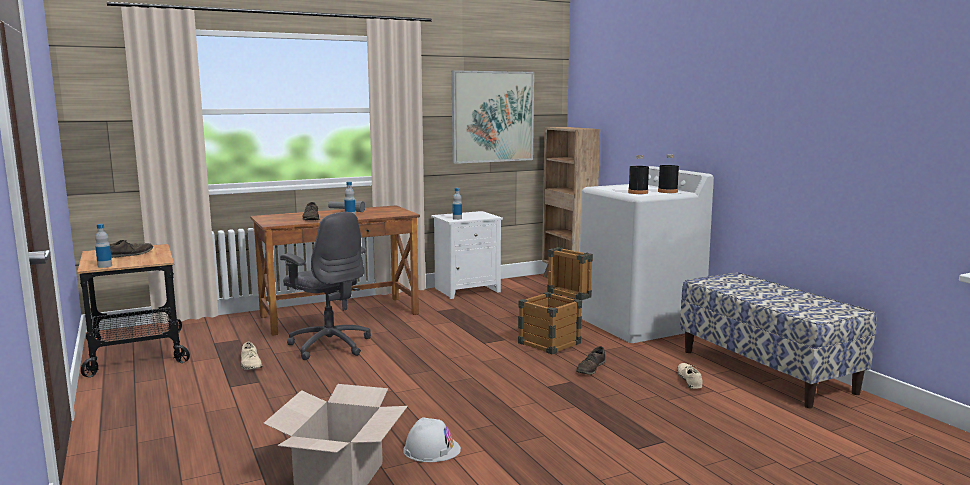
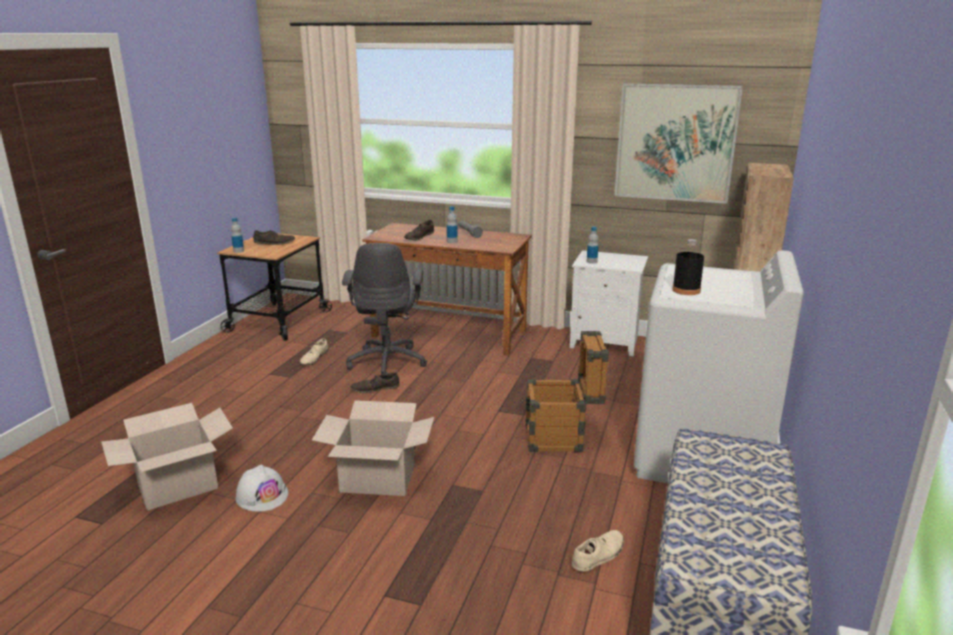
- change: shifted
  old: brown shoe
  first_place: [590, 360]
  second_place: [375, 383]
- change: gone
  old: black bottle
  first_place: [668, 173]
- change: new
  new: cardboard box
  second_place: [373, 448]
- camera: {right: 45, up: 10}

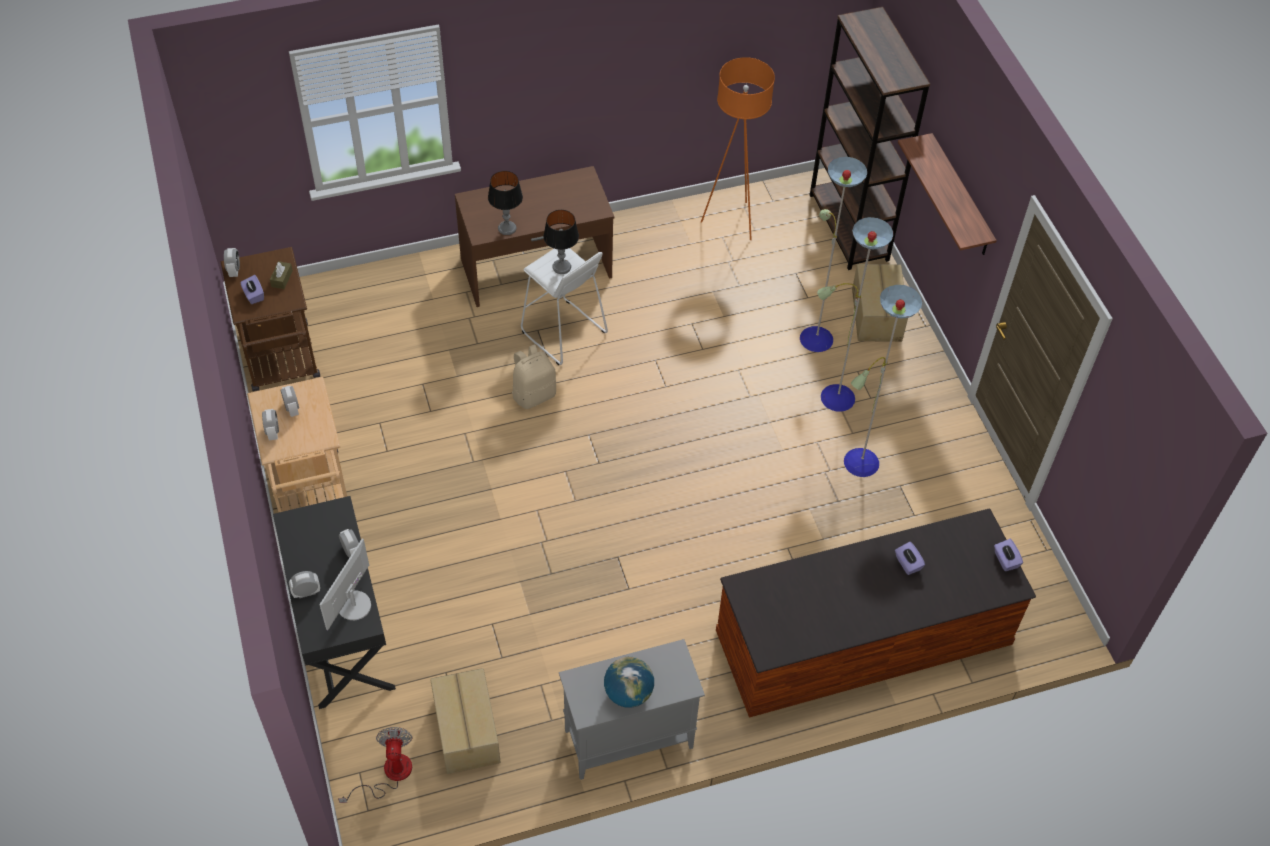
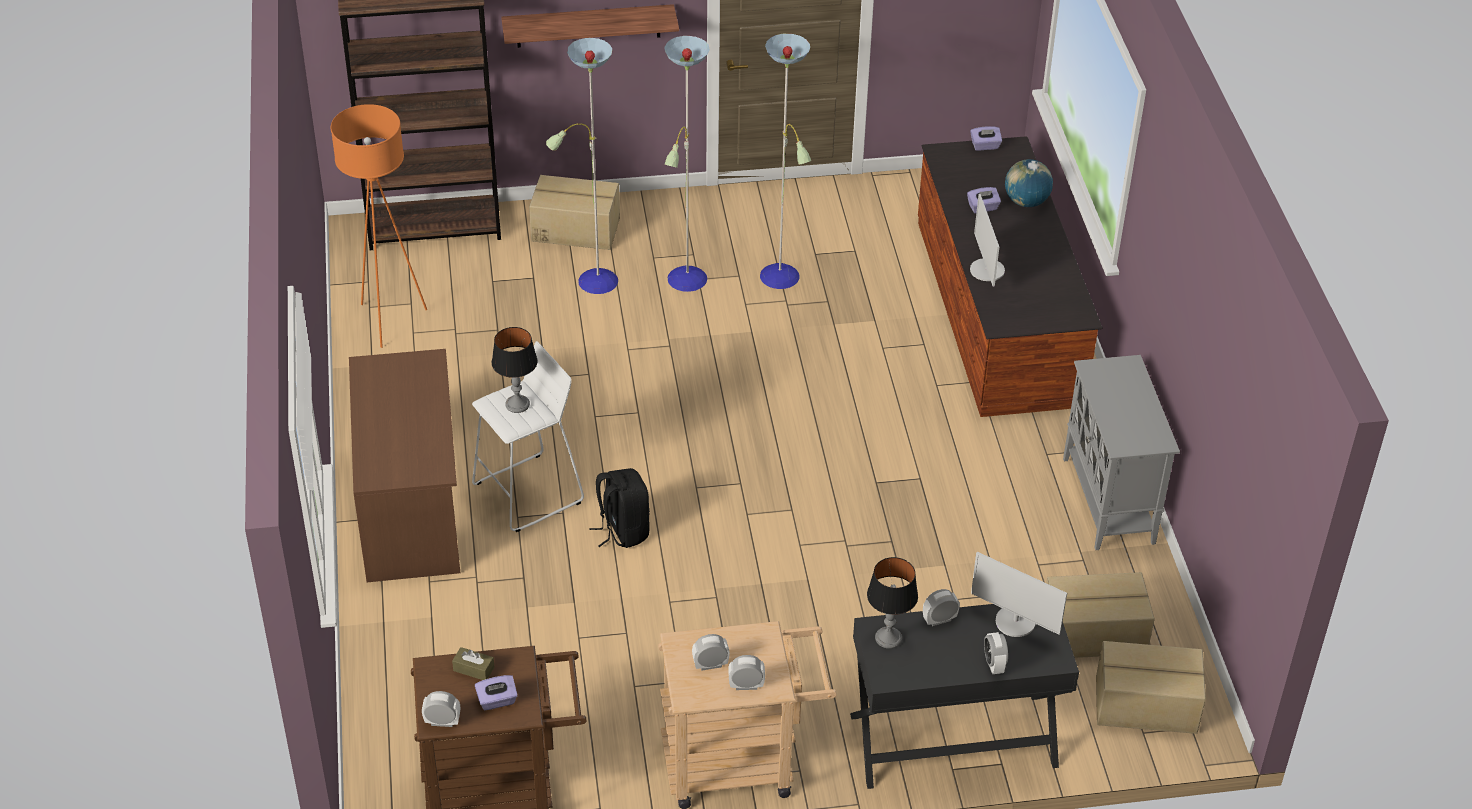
- change: swapped
  old: fan
  new: cardboard box
  first_place: [375, 765]
  second_place: [1151, 687]
- change: shifted
  old: table lamp
  first_place: [505, 203]
  second_place: [892, 603]
- change: repainted
  old: beige backpack
  new: black backpack
  first_place: [534, 376]
  second_place: [619, 508]
- change: shifted
  old: globe
  first_place: [629, 682]
  second_place: [1029, 183]
- change: new
  new: monitor
  second_place: [987, 240]
- camera: {right: -80, up: -10}

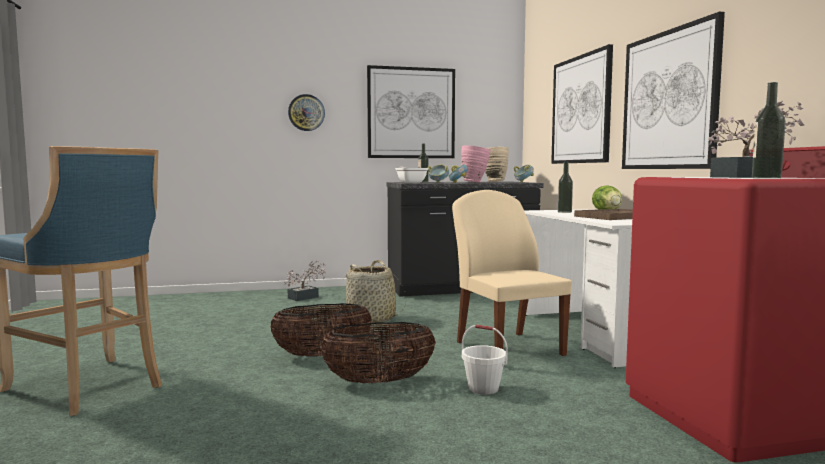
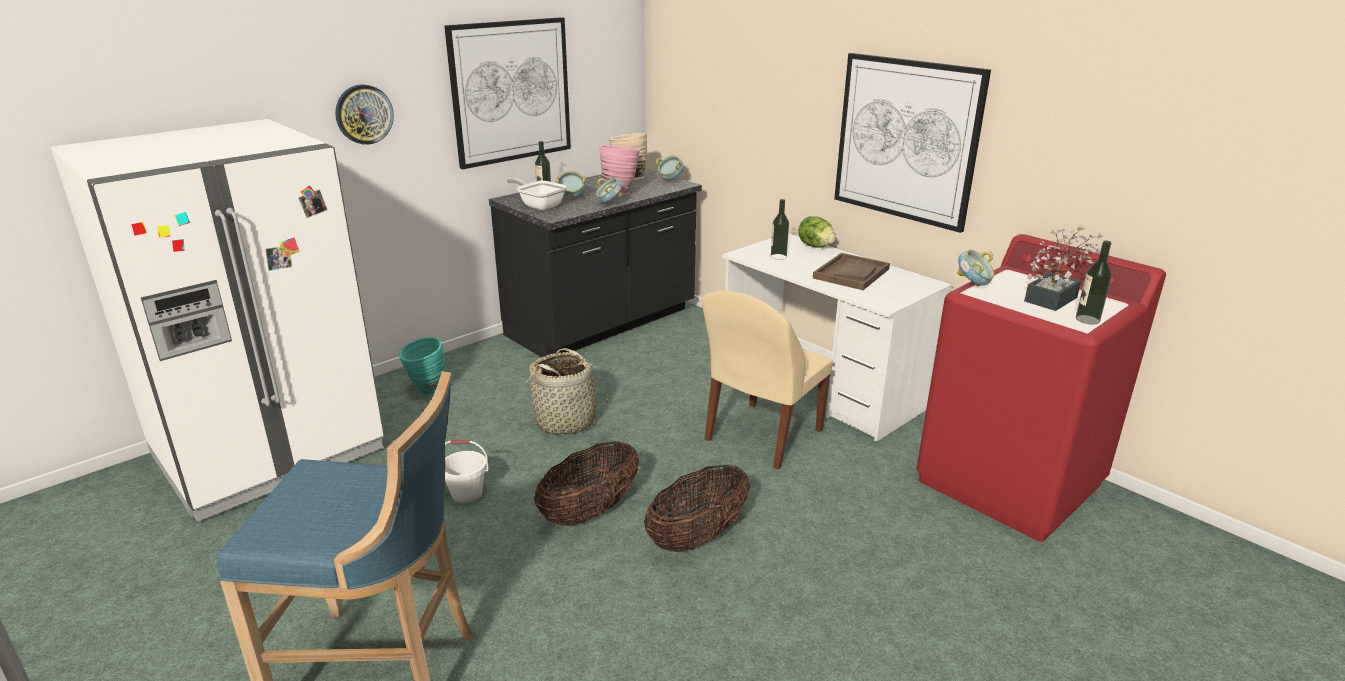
- change: swapped
  old: potted plant
  new: turquoise vase
  first_place: [305, 280]
  second_place: [422, 367]
- change: rotated
  old: beige chair
  first_place: [512, 273]
  second_place: [767, 380]
  degrees: -90
- change: shifted
  old: white bucket
  first_place: [485, 360]
  second_place: [467, 472]
- change: gone
  old: picture
  first_place: [582, 104]
- change: new
  new: white fridge
  second_place: [218, 320]
- change: new
  new: bowl
  second_place: [975, 268]
- camera: {right: -30, up: 20}

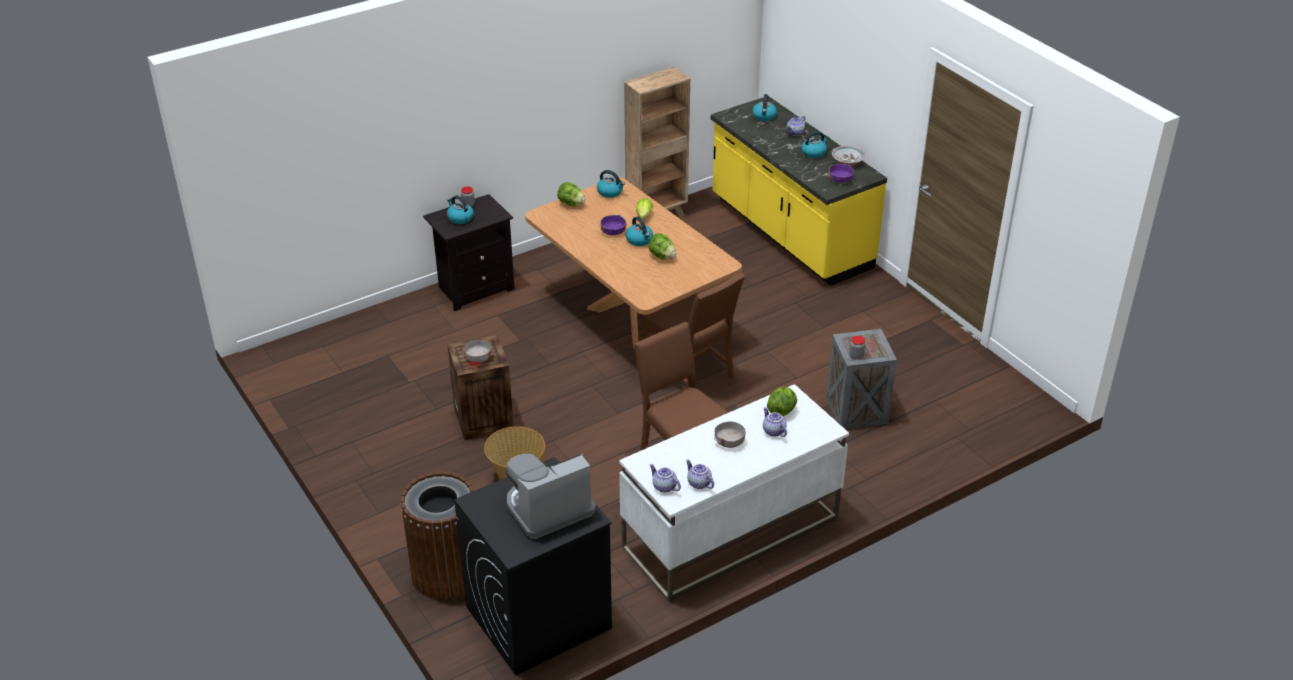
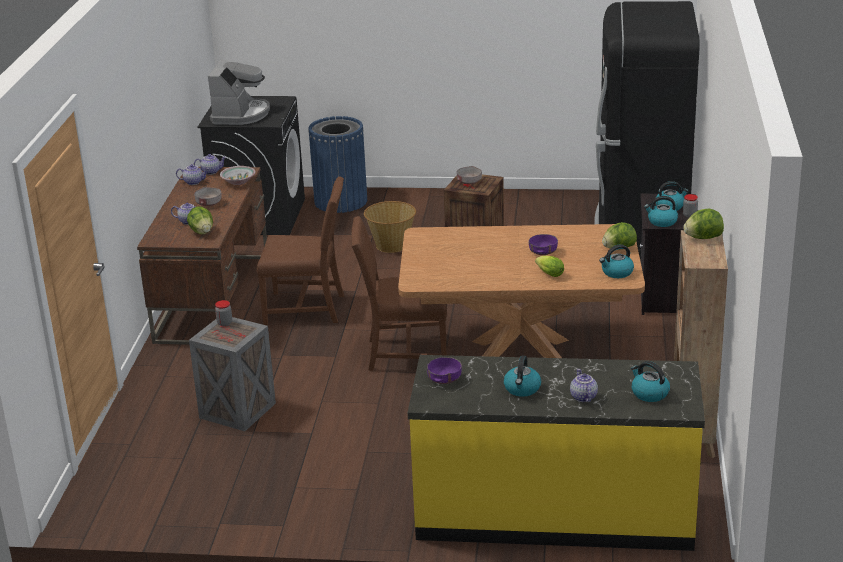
- change: repainted
  old: brown trash can
  new: blue trash can
  first_place: [437, 536]
  second_place: [337, 164]
- change: repainted
  old: white desk
  new: brown desk
  first_place: [734, 493]
  second_place: [202, 256]
- change: shifted
  old: kettle
  first_place: [639, 231]
  second_place: [661, 211]
- change: shifted
  old: lettuce
  first_place: [662, 246]
  second_place: [703, 224]
- change: shifted
  old: bowl
  first_place: [848, 156]
  second_place: [238, 175]
- change: new
  new: black fridge
  second_place: [647, 130]
- camera: {right: 130, up: -10}

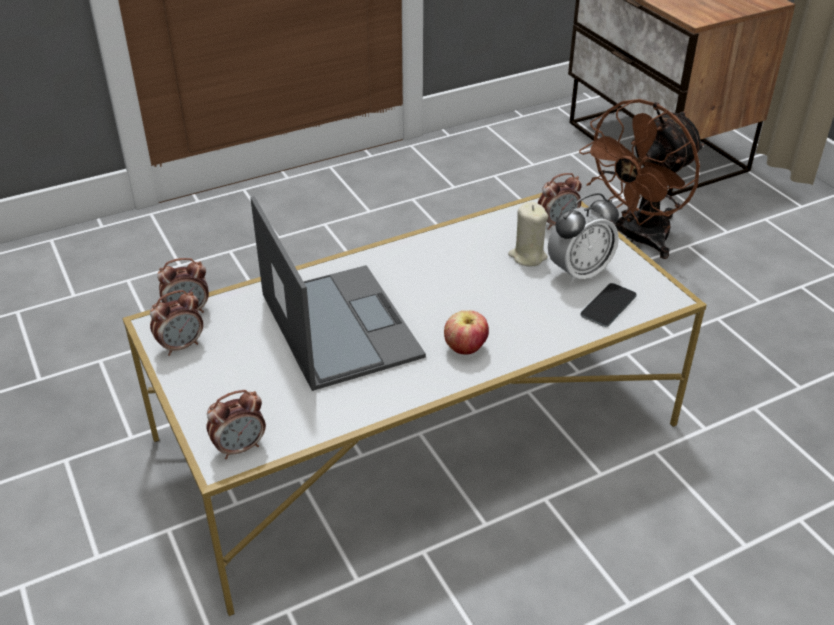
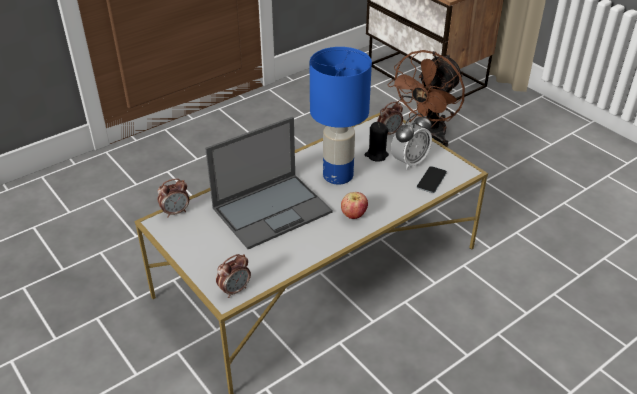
- change: gone
  old: alarm clock
  first_place: [176, 323]
- change: rotated
  old: laptop
  first_place: [338, 293]
  second_place: [268, 183]
  degrees: 90
- change: repainted
  old: beige candle
  new: black candle
  first_place: [528, 234]
  second_place: [376, 142]
- change: new
  new: blue table lamp
  second_place: [341, 116]
- camera: {right: -10, up: 0}

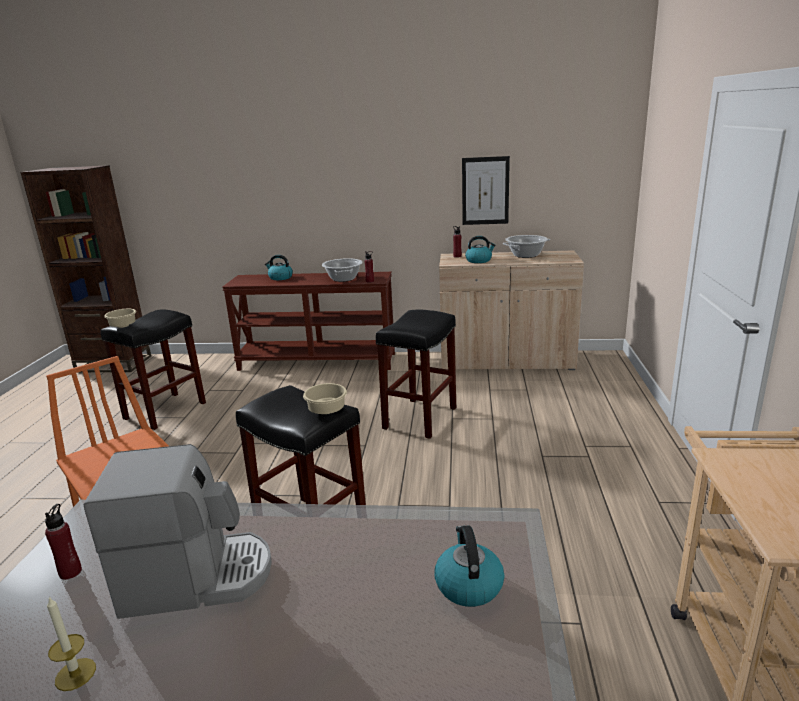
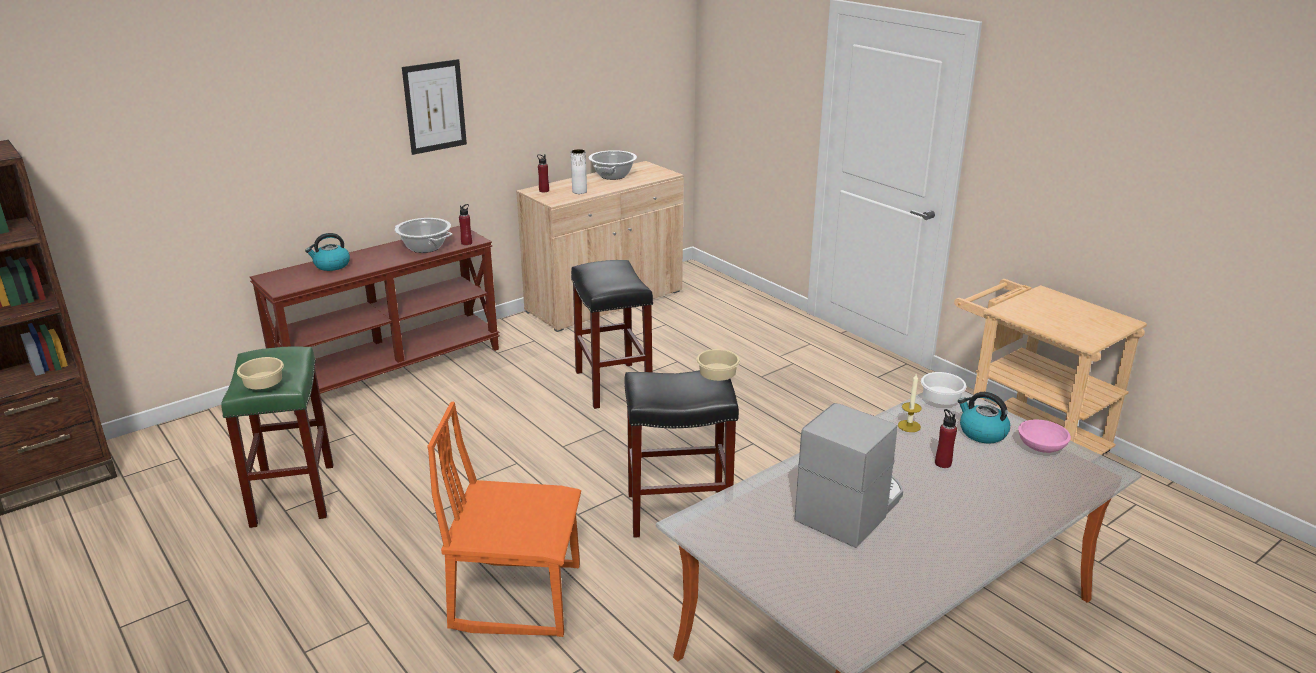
- change: shifted
  old: red bottle
  first_place: [63, 542]
  second_place: [946, 438]
- change: shifted
  old: candle
  first_place: [71, 644]
  second_place: [910, 402]
- change: repainted
  old: black stool
  new: green stool
  first_place: [153, 369]
  second_place: [277, 437]
- change: shifted
  old: picture
  first_place: [486, 190]
  second_place: [434, 107]
- change: swapped
  old: kettle
  new: white vase
  first_place: [480, 249]
  second_place: [579, 171]
- change: new
  new: white bowl
  second_place: [943, 388]
- change: new
  new: pink bowl
  second_place: [1044, 436]
- camera: {right: -45, up: 5}

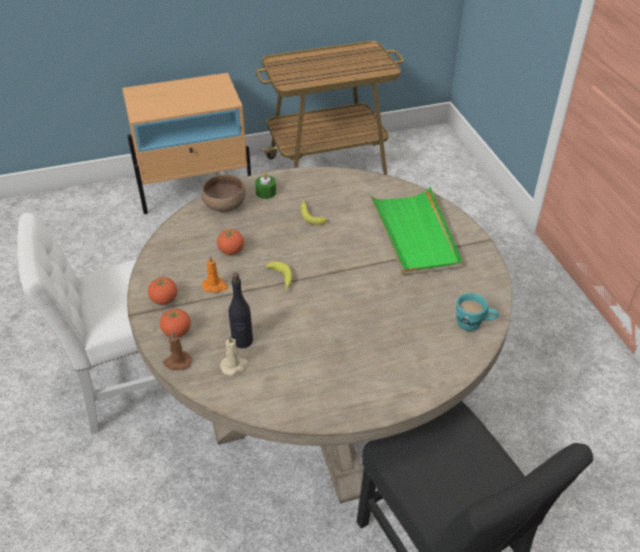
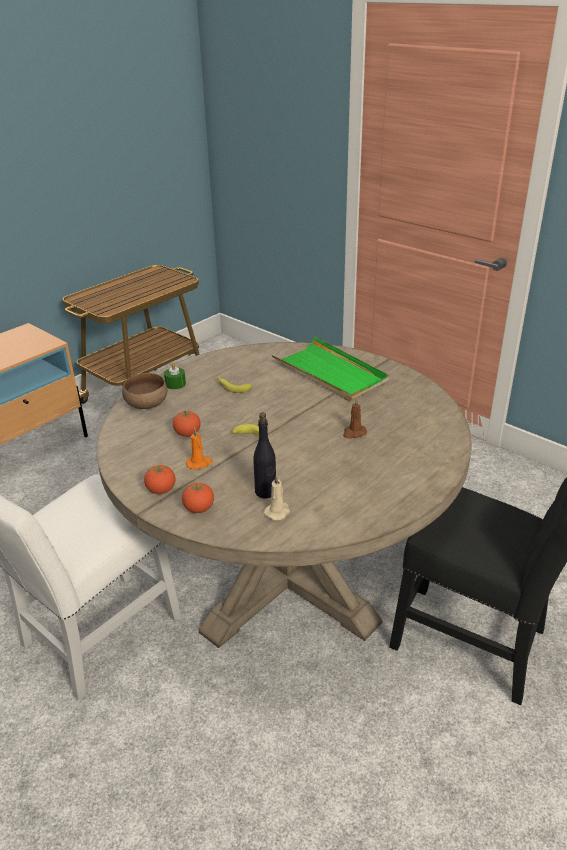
- change: shifted
  old: brown candle
  first_place: [177, 350]
  second_place: [355, 418]
- change: gone
  old: turquoise mug
  first_place: [477, 312]
- camera: {right: -30, up: -10}

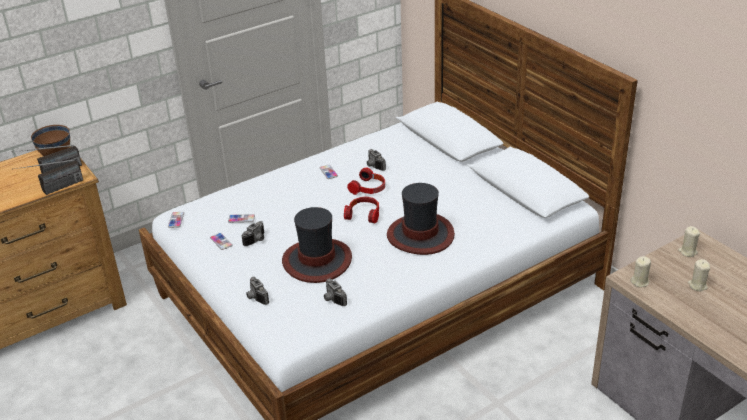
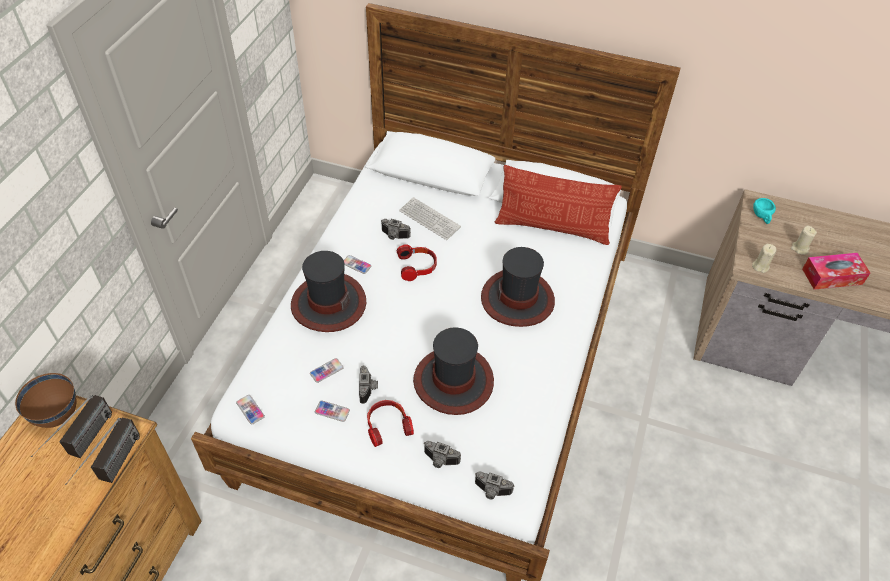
- change: shifted
  old: photo camera
  first_place: [335, 292]
  second_place: [494, 485]
- change: shifted
  old: headphones
  first_place: [361, 210]
  second_place: [390, 423]
- change: swapped
  old: beige candle
  new: turquoise cup
  first_place: [689, 241]
  second_place: [764, 211]
- change: new
  new: hat
  second_place: [328, 291]
- change: new
  new: keyboard
  second_place: [430, 218]
- change: new
  new: pillow
  second_place: [558, 205]
- change: new
  new: tissue box
  second_place: [836, 271]
- camera: {right: -40, up: 15}

